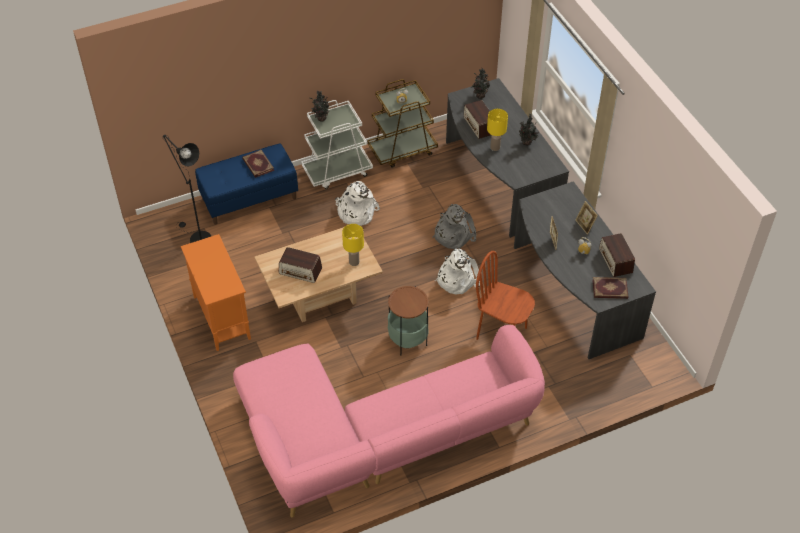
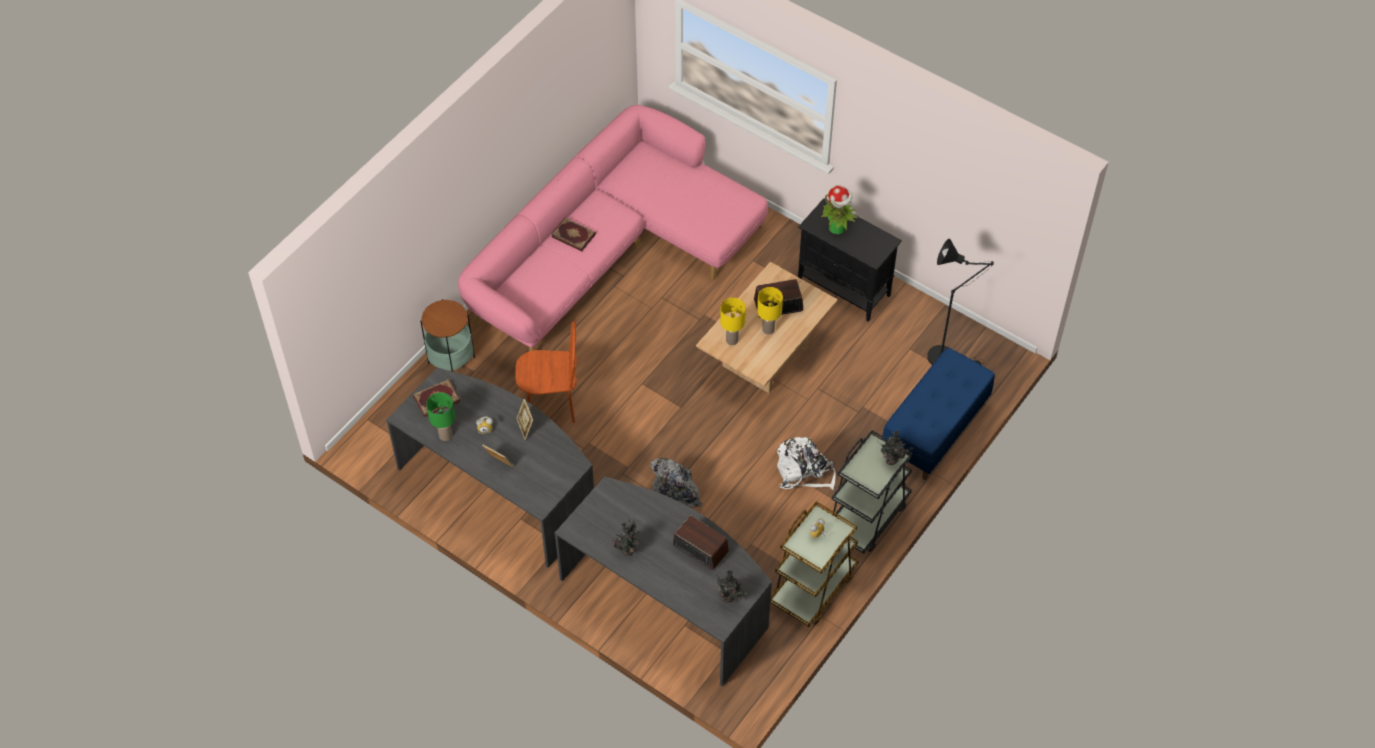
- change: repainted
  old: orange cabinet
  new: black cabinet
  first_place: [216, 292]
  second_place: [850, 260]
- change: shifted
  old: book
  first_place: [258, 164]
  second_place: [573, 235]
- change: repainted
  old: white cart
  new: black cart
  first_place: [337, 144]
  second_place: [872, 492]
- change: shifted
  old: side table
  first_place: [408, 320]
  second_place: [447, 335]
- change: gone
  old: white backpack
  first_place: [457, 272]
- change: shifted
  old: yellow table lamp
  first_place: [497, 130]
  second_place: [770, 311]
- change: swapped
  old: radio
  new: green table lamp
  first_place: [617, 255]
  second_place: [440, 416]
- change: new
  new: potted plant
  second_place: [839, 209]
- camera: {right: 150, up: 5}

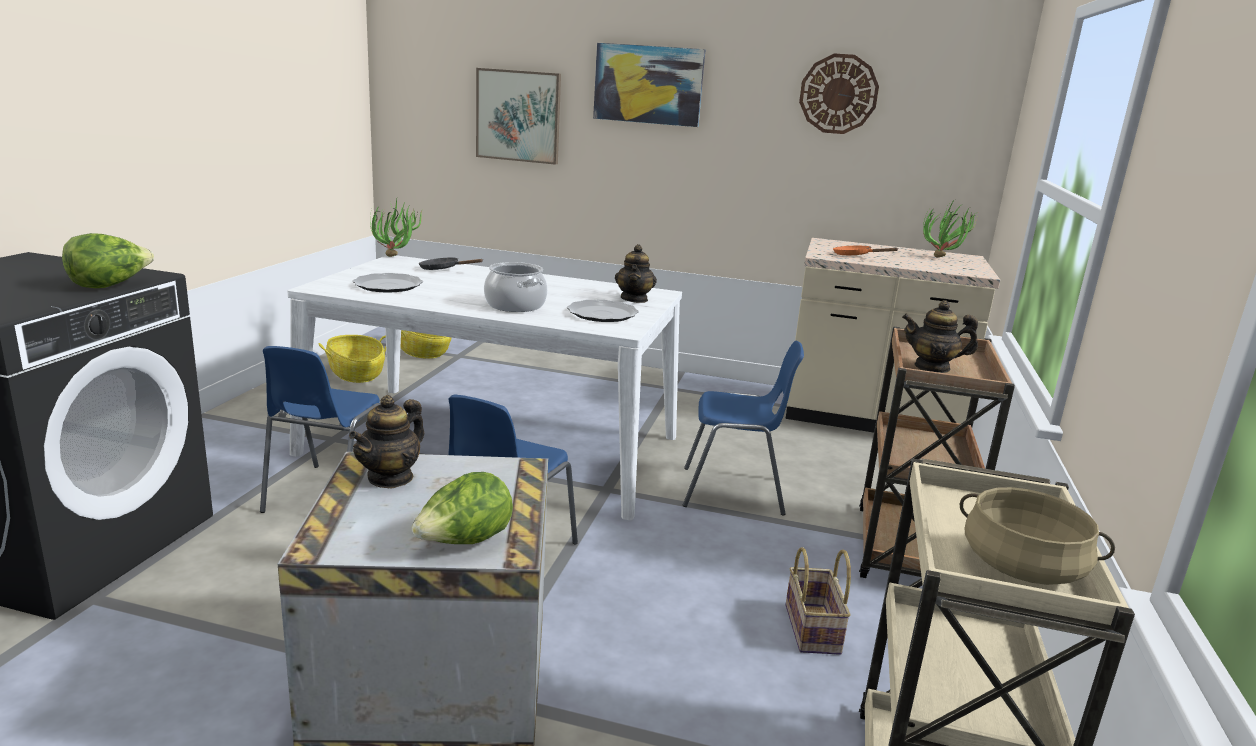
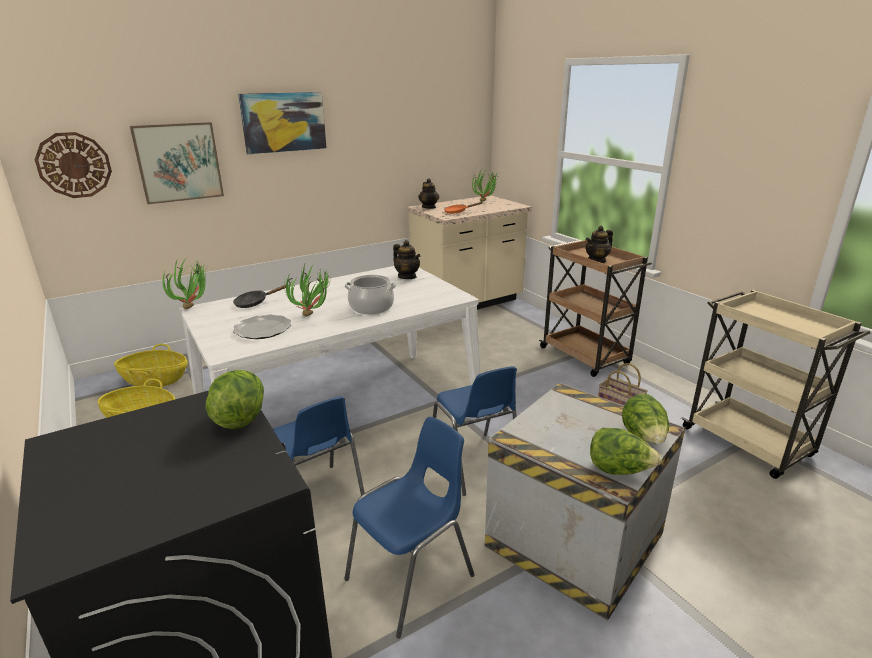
- change: shifted
  old: teapot
  first_place: [386, 442]
  second_place: [428, 193]
- change: gone
  old: plate
  first_place: [603, 311]
- change: shifted
  old: blue chair
  first_place: [743, 428]
  second_place: [409, 527]
- change: shifted
  old: wall clock
  first_place: [839, 94]
  second_place: [73, 165]
- change: gone
  old: beige cooking pot
  first_place: [1037, 536]
- change: new
  new: potted plant
  second_place: [307, 289]
- change: new
  new: lettuce
  second_place: [626, 451]
- camera: {right: -45, up: 5}

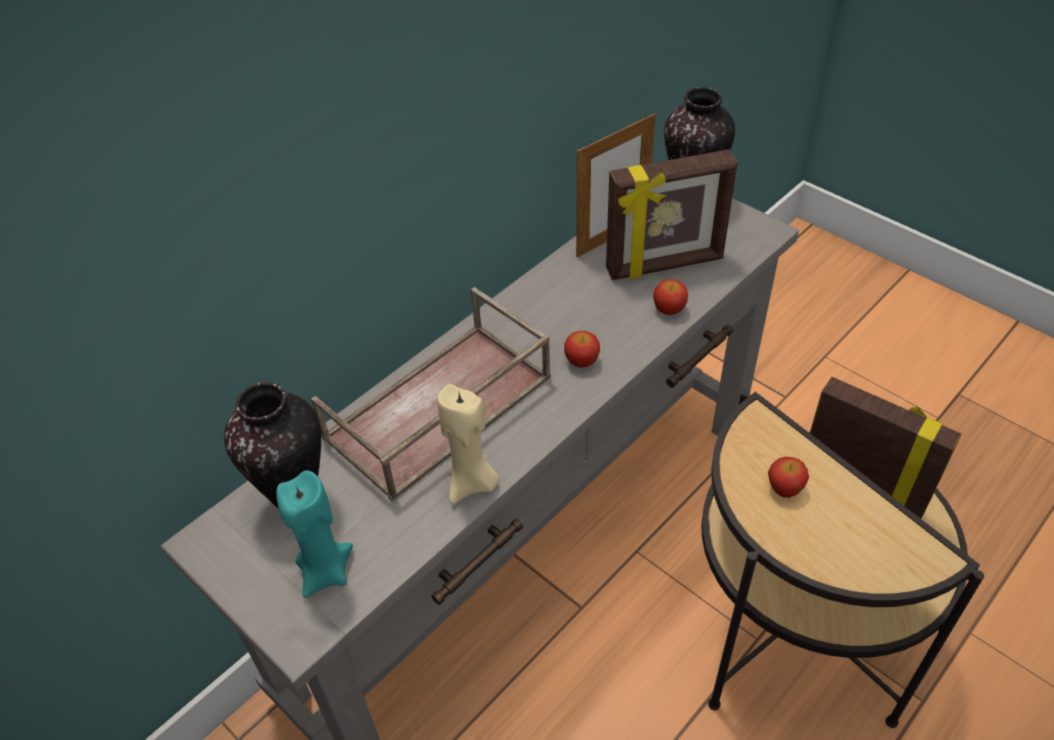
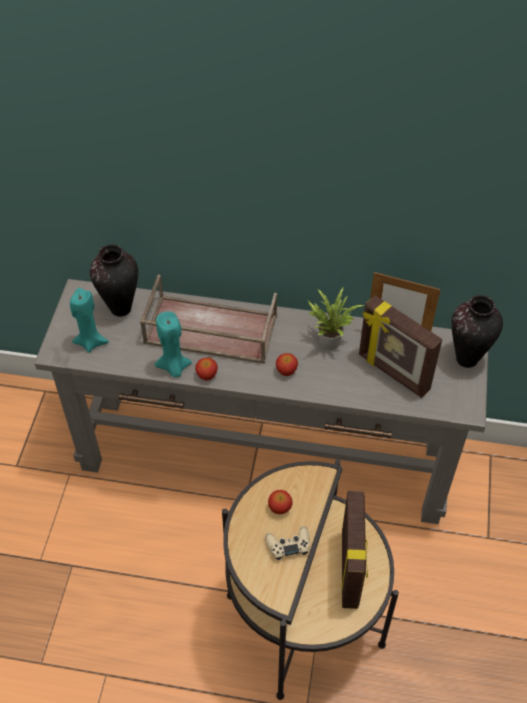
- change: repainted
  old: beige candle
  new: turquoise candle
  first_place: [468, 444]
  second_place: [173, 344]
- change: shifted
  old: apple
  first_place: [670, 297]
  second_place: [206, 369]
- change: new
  new: beige game controller
  second_place: [287, 543]
- change: new
  new: potted plant
  second_place: [336, 319]
- camera: {right: 55, up: 5}

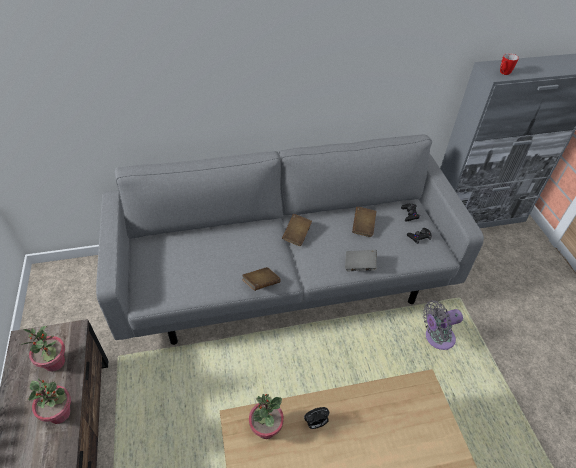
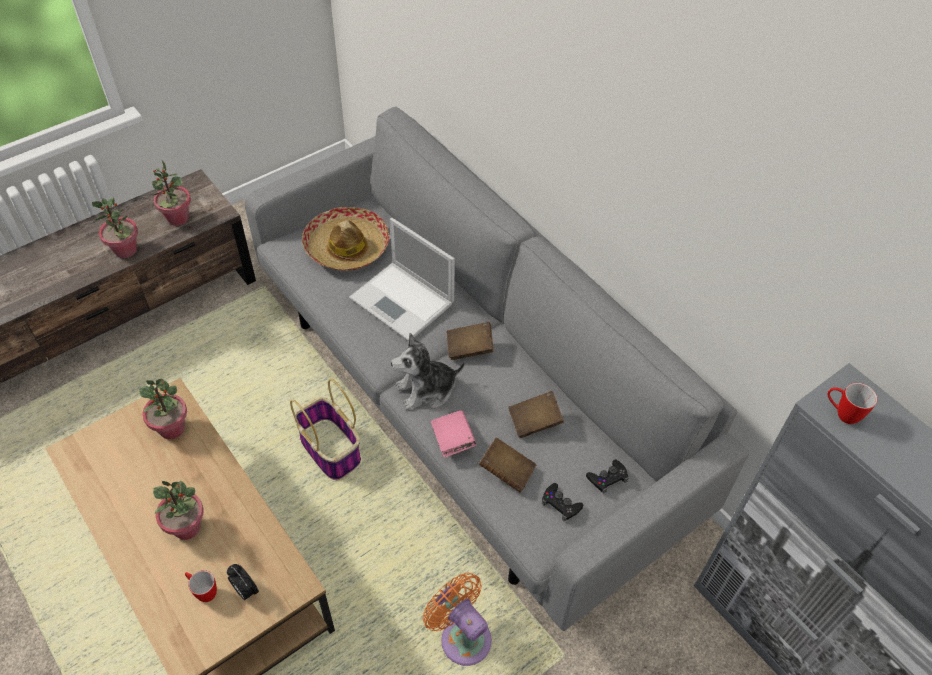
- change: shifted
  old: brown book
  first_place: [261, 279]
  second_place: [507, 464]
- change: shifted
  old: alarm clock
  first_place: [316, 418]
  second_place: [243, 582]
- change: repainted
  old: grey book
  new: pink book
  first_place: [361, 260]
  second_place: [453, 434]
- change: repainted
  old: grey fan
  new: orange fan
  first_place: [443, 325]
  second_place: [457, 619]
- change: new
  new: potted plant
  second_place: [178, 510]
- change: new
  new: mug
  second_place: [201, 586]
- change: new
  new: basket
  second_place: [325, 429]
- change: new
  new: hat
  second_place: [345, 239]
- change: new
  new: laptop
  second_place: [402, 279]
- change: new
  new: plush toy
  second_place: [428, 371]
- camera: {right: 65, up: 5}

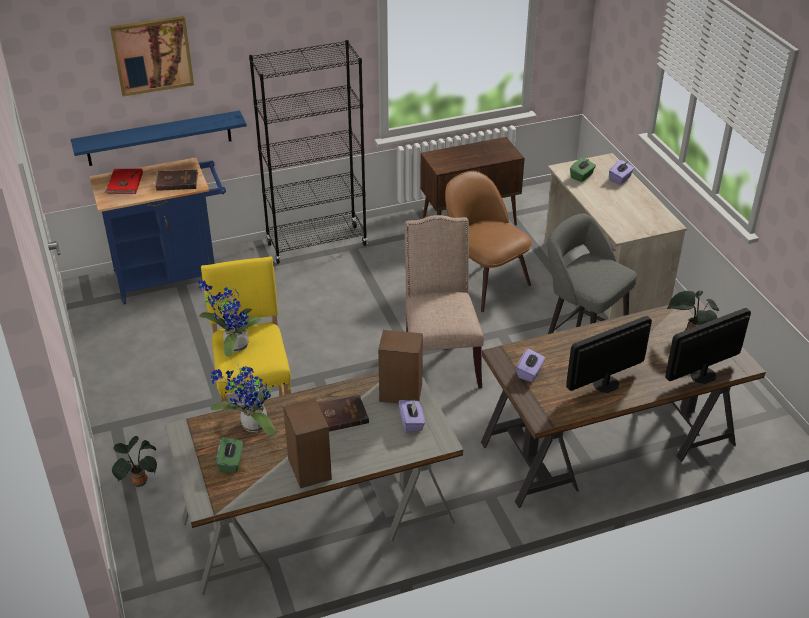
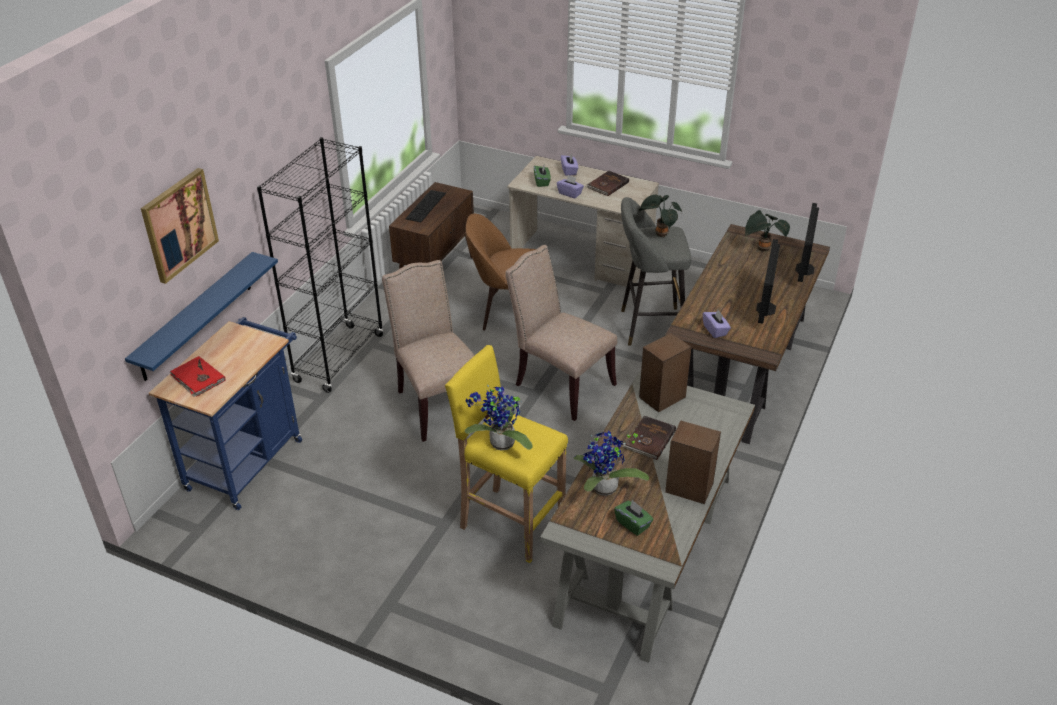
- change: shifted
  old: potted plant
  first_place: [134, 461]
  second_place: [660, 215]
- change: shifted
  old: brown book
  first_place: [177, 180]
  second_place: [607, 183]
- change: shifted
  old: purple tissue box
  first_place: [412, 416]
  second_place: [570, 186]
- change: new
  new: beige chair
  second_place: [435, 351]
- change: new
  new: keyboard
  second_place: [425, 206]
- camera: {right: -45, up: 0}

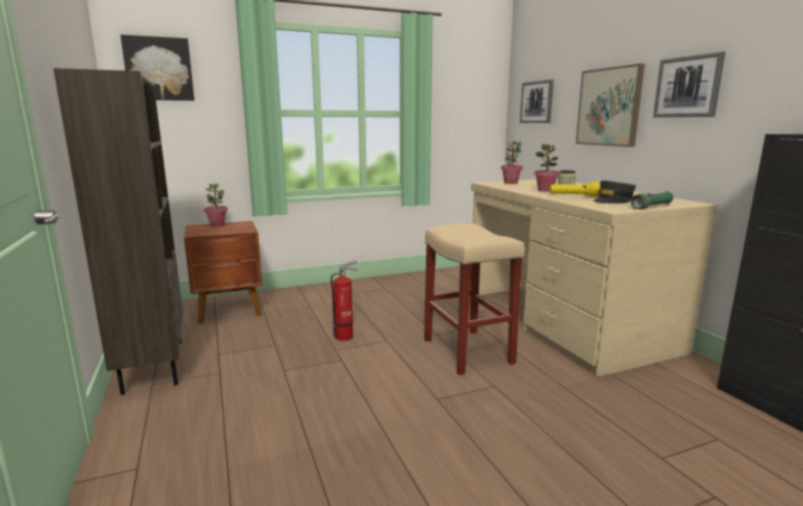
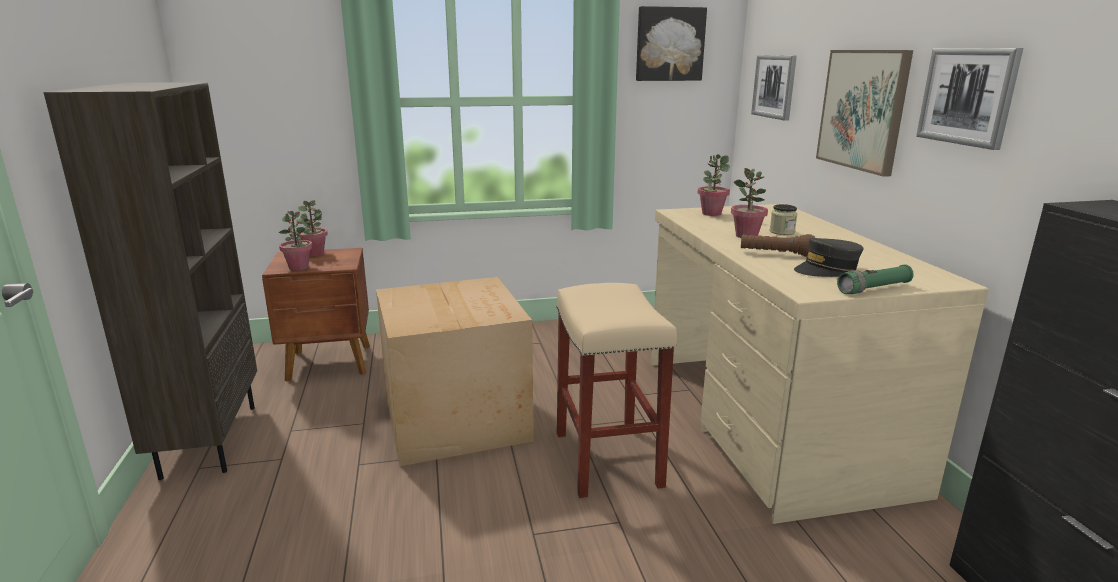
- change: shifted
  old: picture
  first_place: [157, 68]
  second_place: [671, 43]
- change: swapped
  old: fire extinguisher
  new: cardboard box
  first_place: [344, 300]
  second_place: [455, 371]
- change: repainted
  old: yellow flashlight
  new: brown flashlight
  first_place: [574, 189]
  second_place: [778, 245]
- change: new
  new: potted plant
  second_place: [296, 240]
- camera: {right: 10, up: 5}

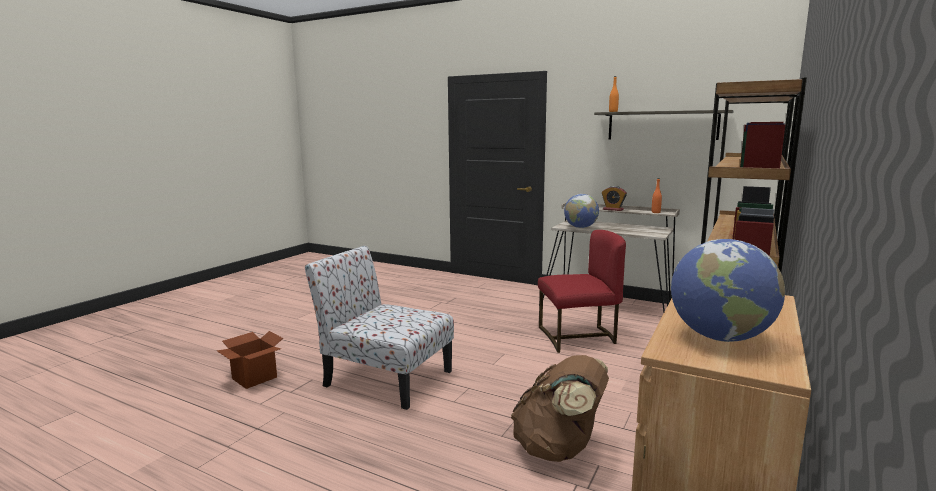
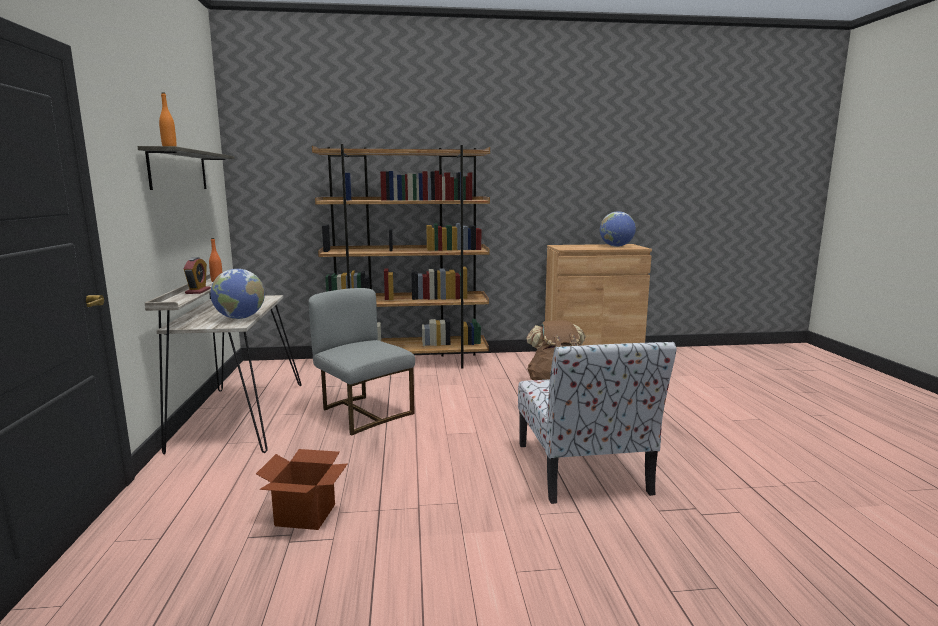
- change: shifted
  old: cardboard box
  first_place: [250, 360]
  second_place: [302, 489]
- change: repainted
  old: red chair
  new: grey chair
  first_place: [582, 291]
  second_place: [362, 362]
- camera: {right: -125, up: 0}

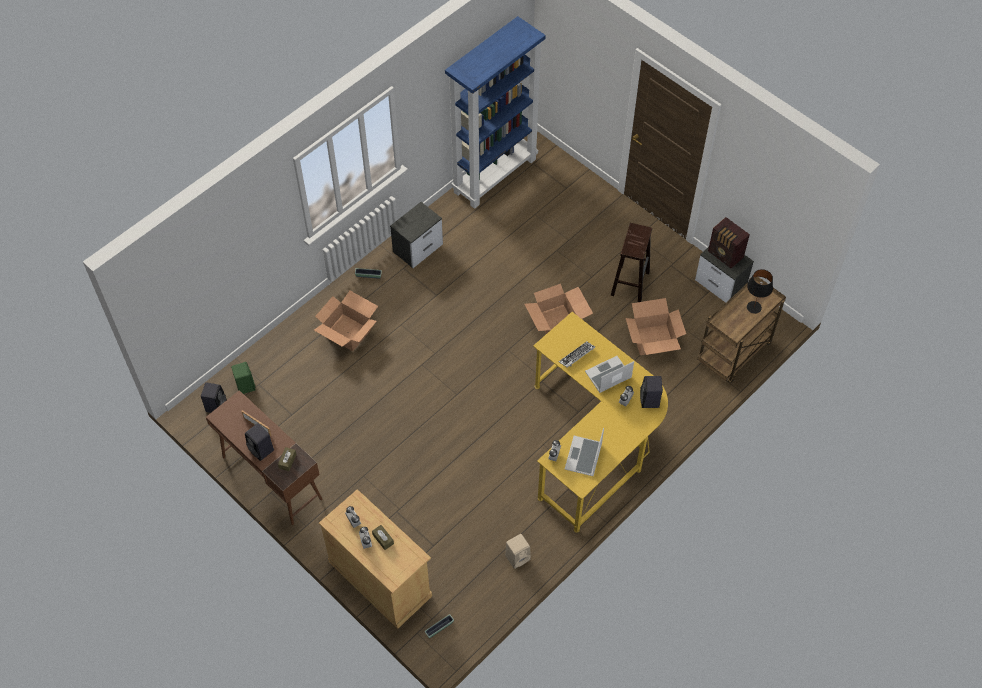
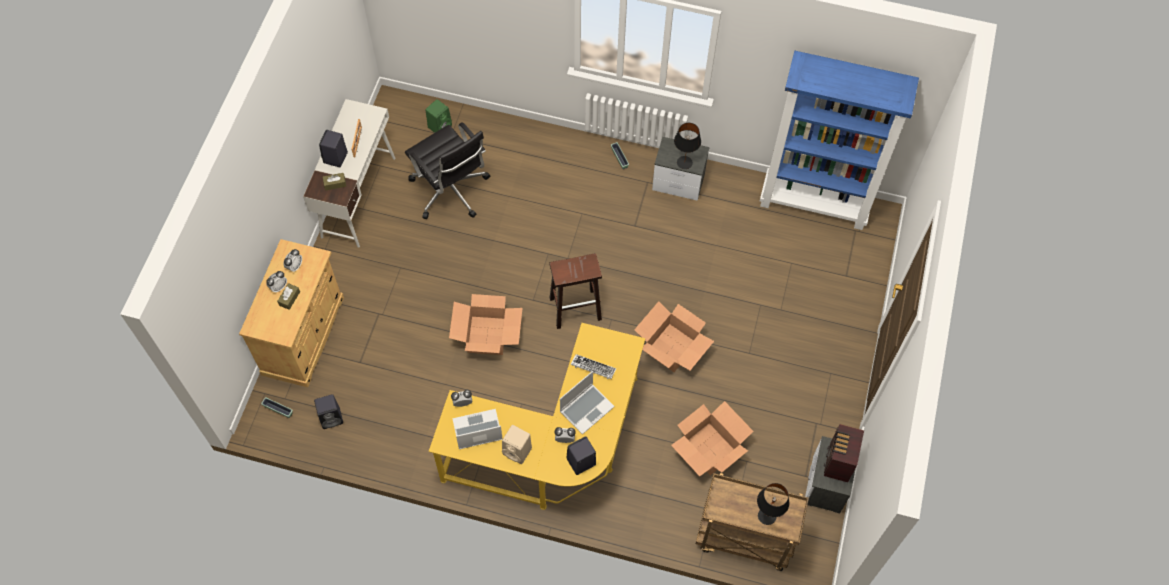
- change: shifted
  old: black speaker
  first_place: [213, 397]
  second_place: [328, 411]
- change: repainted
  old: brown desk
  new: white desk
  first_place: [264, 457]
  second_place: [349, 173]
- change: shifted
  old: cardboard box
  first_place: [346, 321]
  second_place: [486, 324]
- change: shifted
  old: beige speaker
  first_place: [518, 551]
  second_place: [517, 444]
- change: rotated
  old: laptop
  first_place: [609, 374]
  second_place: [587, 403]
  degrees: 105
- change: shifted
  old: brown stool
  first_place: [631, 262]
  second_place: [575, 291]
- change: new
  new: black office chair
  second_place: [447, 170]
- change: new
  new: black table lamp
  second_place: [687, 146]
- camera: {right: 60, up: 5}

